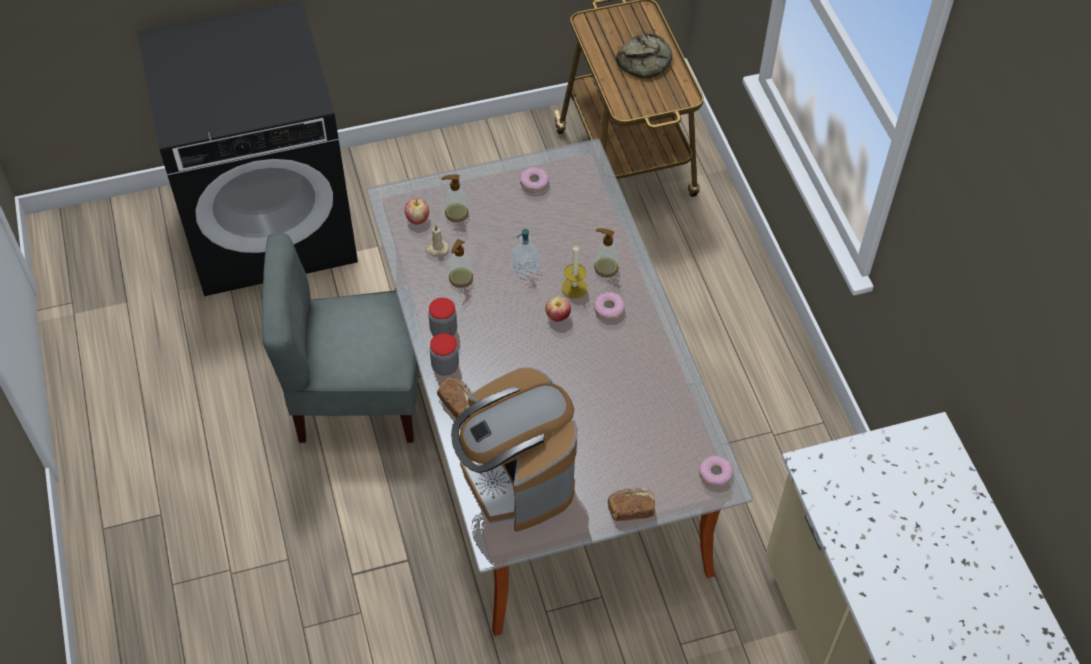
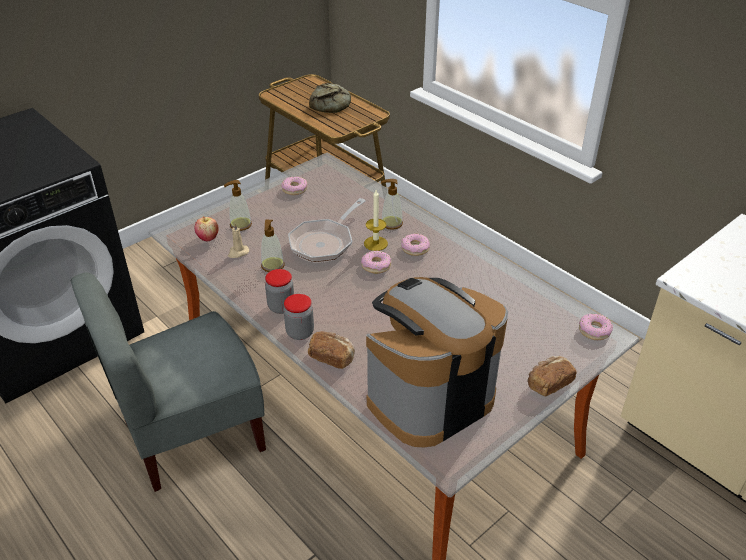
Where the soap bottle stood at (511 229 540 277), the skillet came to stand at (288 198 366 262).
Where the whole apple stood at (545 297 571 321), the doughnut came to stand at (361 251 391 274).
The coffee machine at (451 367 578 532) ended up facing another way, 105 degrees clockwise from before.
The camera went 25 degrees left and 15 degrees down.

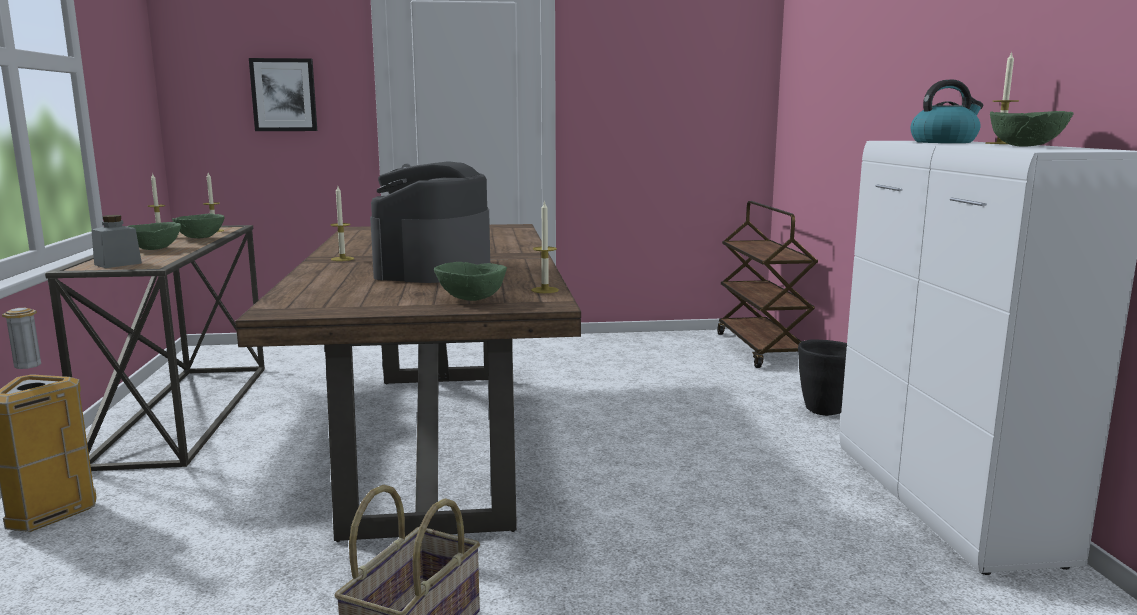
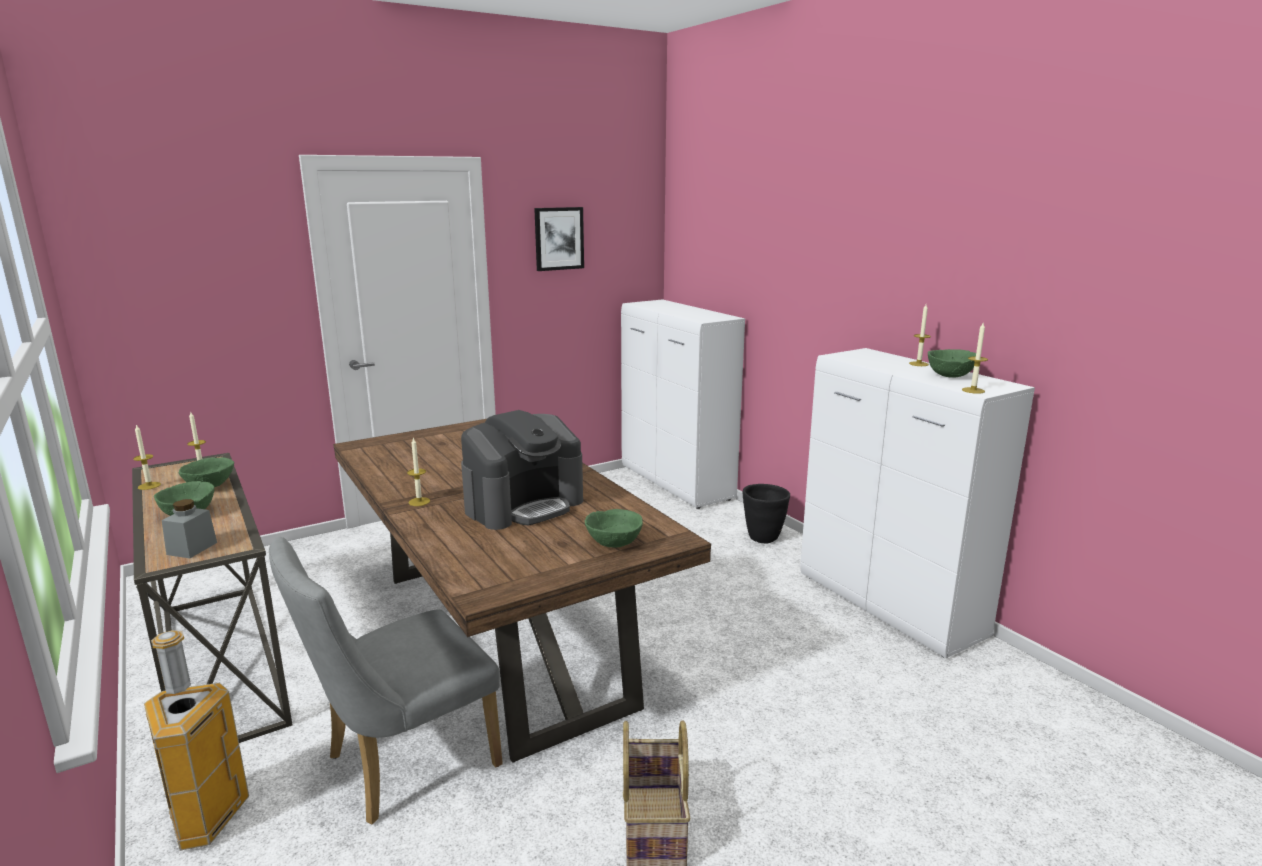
The picture ended up elsewhere, having gone from (249 58 317 131) to (534 207 584 271).
The second view lost the water kettle at (911 79 983 143).
The coffee machine at (370 161 490 283) ended up facing another way, 120 degrees counterclockwise from before.
The candle ended up elsewhere, having gone from (531 200 559 293) to (962 323 988 394).
Where the cart in brown-coloured stood at (717 201 818 368), the storage cabinet in white-coloured came to stand at (621 299 745 509).
The second view gained the upright chair in greyish at (269 537 503 824).
The camera went 25 degrees left and 5 degrees up.

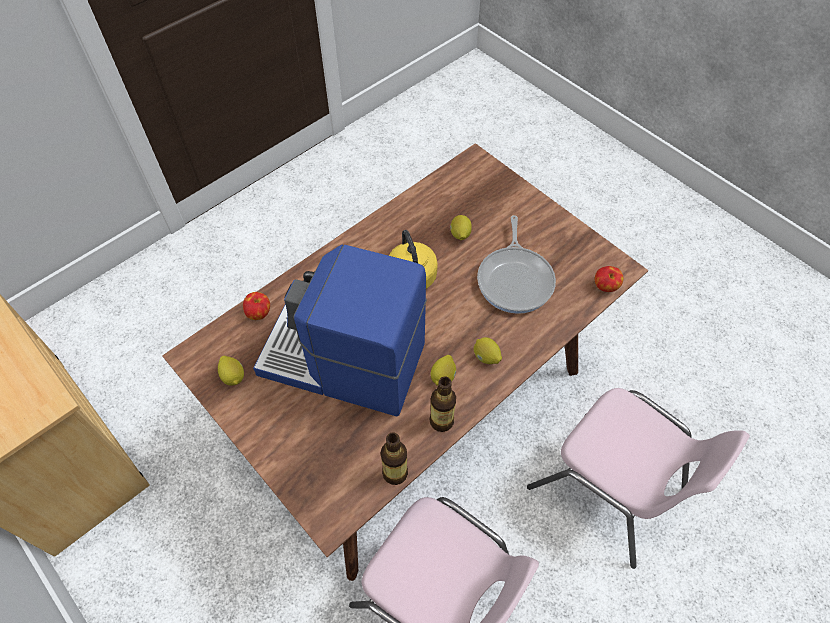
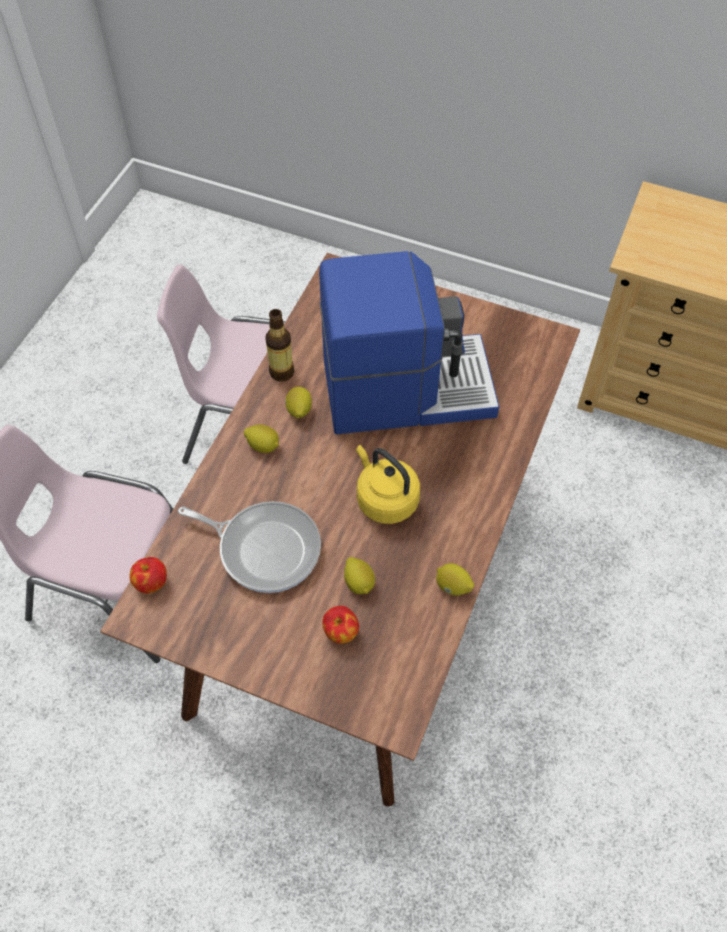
The skillet at (477 215 556 314) ended up facing another way, 135 degrees clockwise from before.
The whole apple ended up elsewhere, having gone from (243 292 270 320) to (322 606 359 644).
The whole lemon ended up elsewhere, having gone from (218 356 244 385) to (436 563 474 595).
The second view lost the bottle at (380 432 408 485).
The camera went 155 degrees right and 0 degrees up.

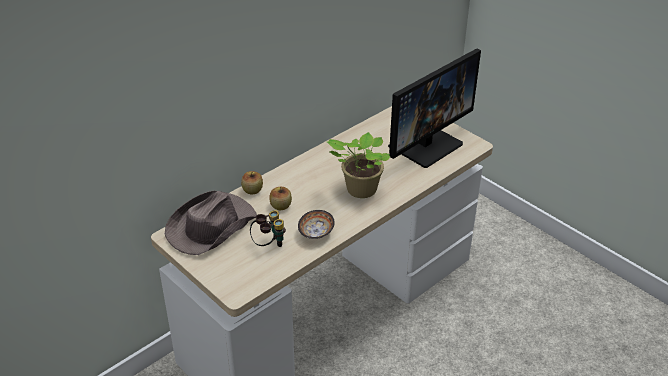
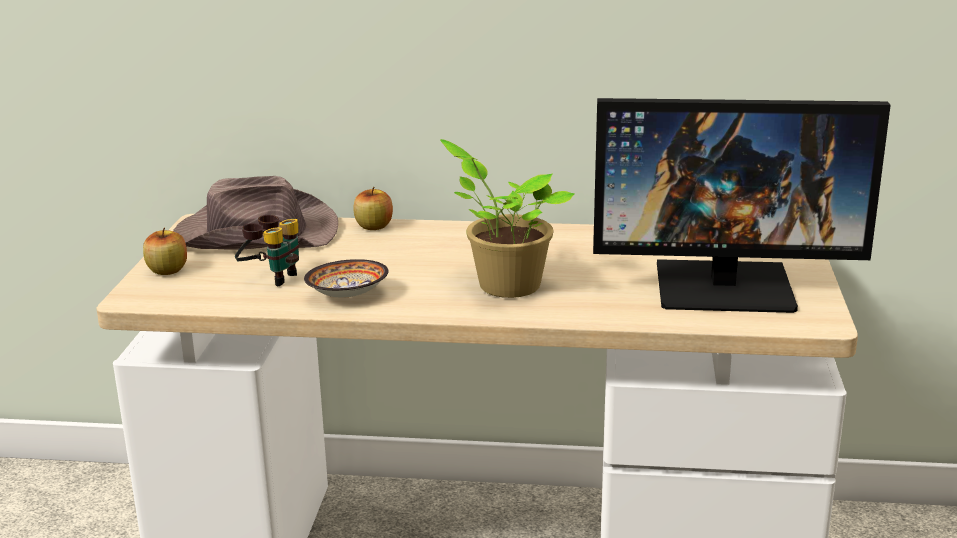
The whole apple ended up elsewhere, having gone from (269 187 292 210) to (143 228 187 275).
The camera went 50 degrees right and 15 degrees down.

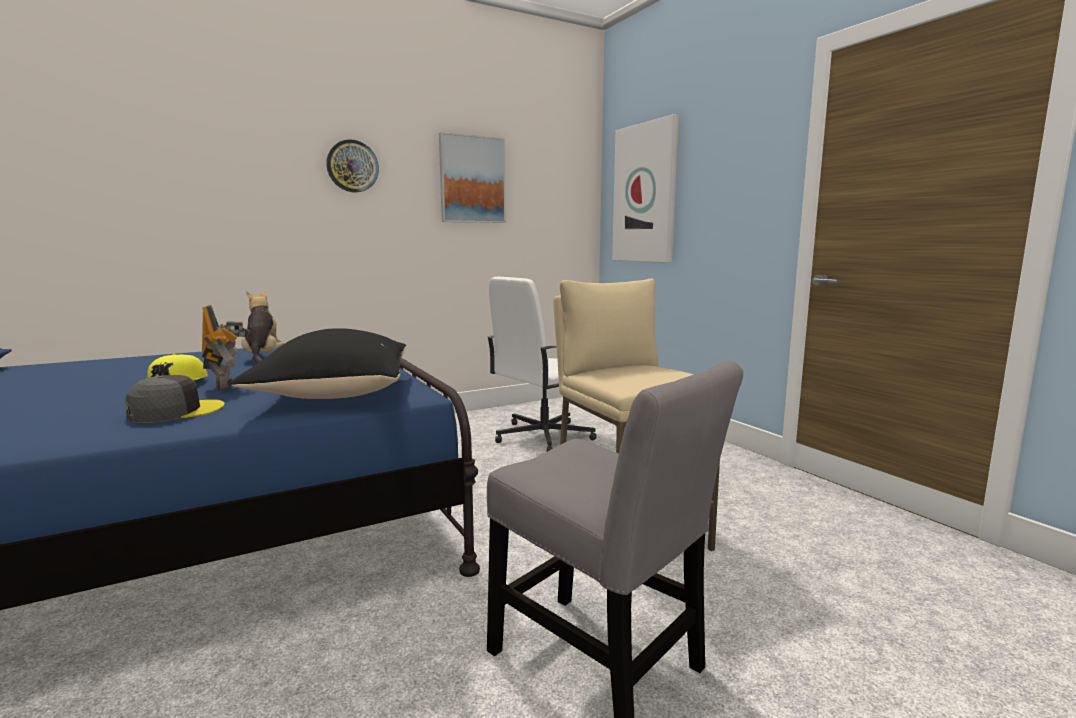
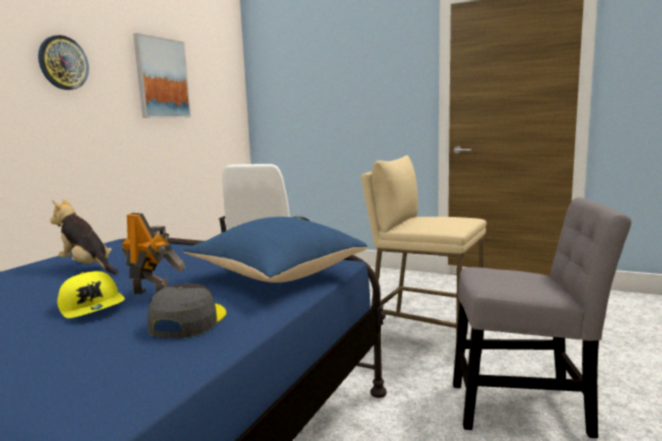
The second view lost the picture at (612 114 679 263).
What was the cushion in black-coloured at (231 328 407 399) turned into the cushion in blue at (183 217 368 283).
The camera went 35 degrees left and 0 degrees up.

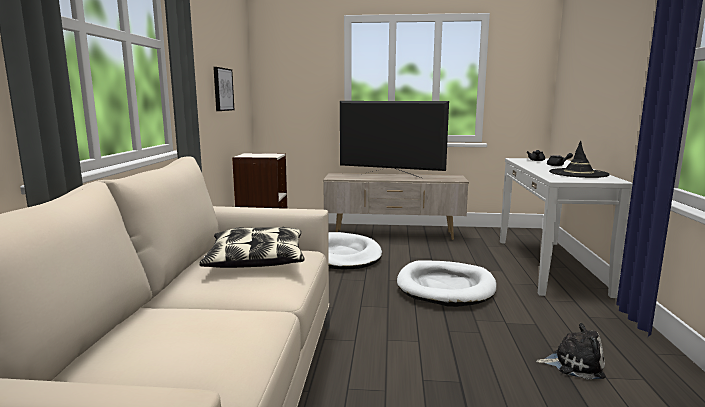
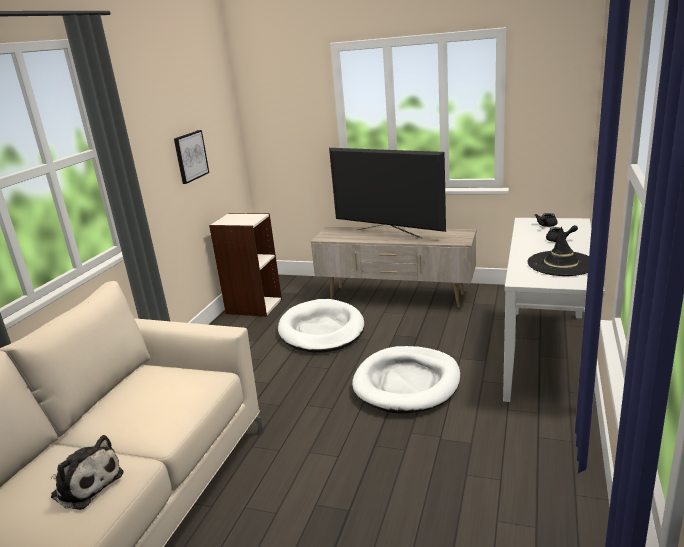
The second view lost the cushion at (199 227 304 268).
The soft toy ended up elsewhere, having gone from (536 323 606 379) to (50 435 123 510).
The camera went 15 degrees right and 10 degrees up.

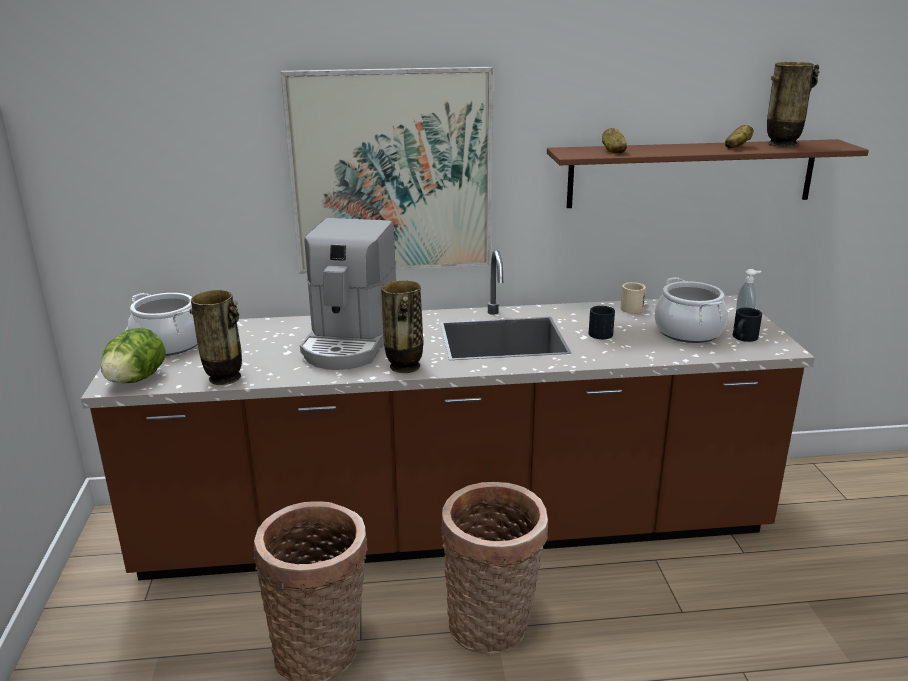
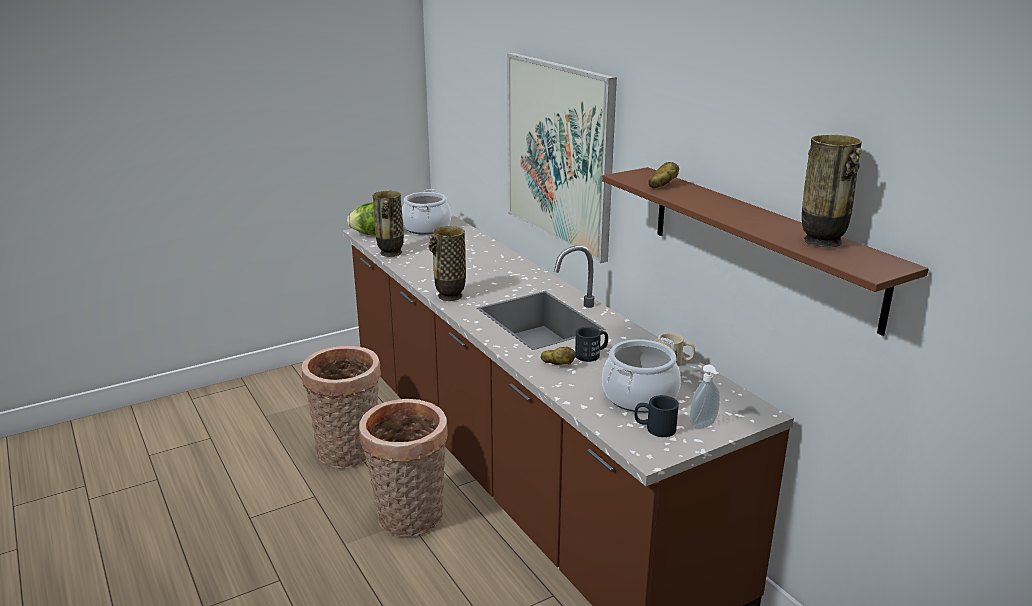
The whole potato ended up elsewhere, having gone from (725 125 754 149) to (541 347 576 365).
The second view lost the coffee machine at (300 218 396 370).
The camera went 65 degrees right and 0 degrees up.

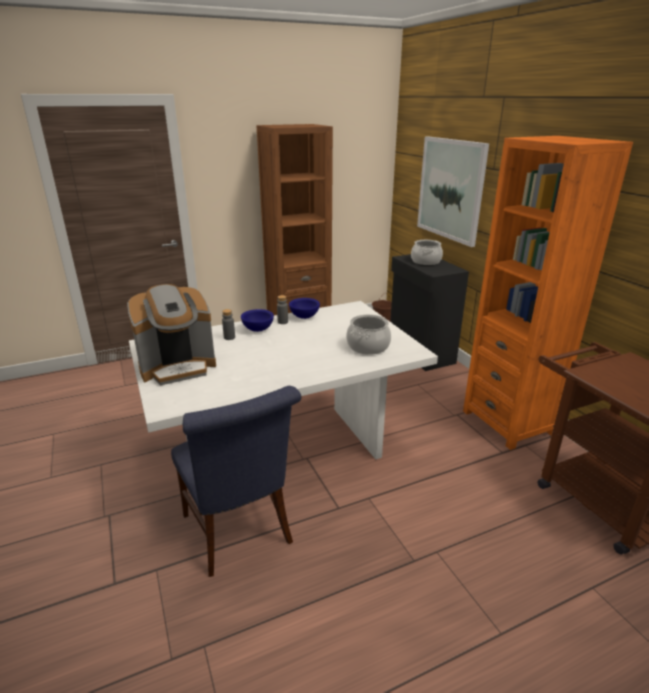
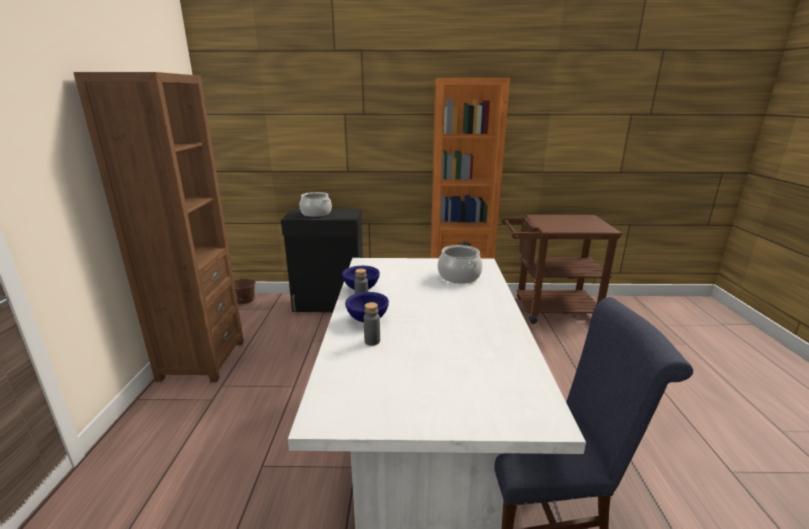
The second view lost the picture at (417 136 489 247).
The second view lost the coffee machine at (127 284 216 385).
The camera went 65 degrees left and 5 degrees down.

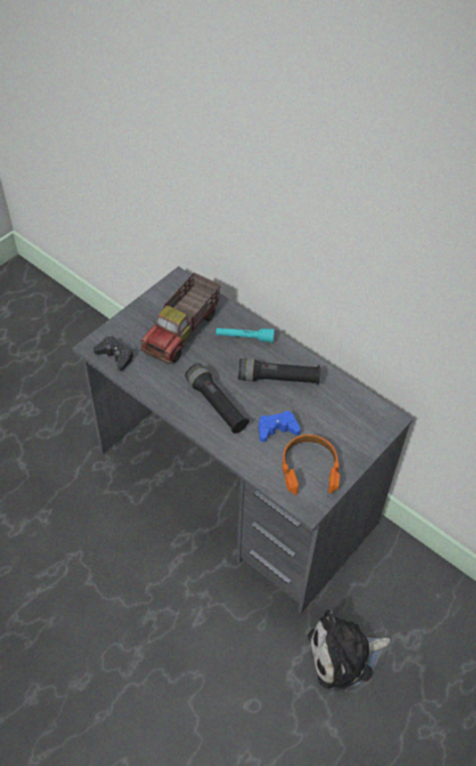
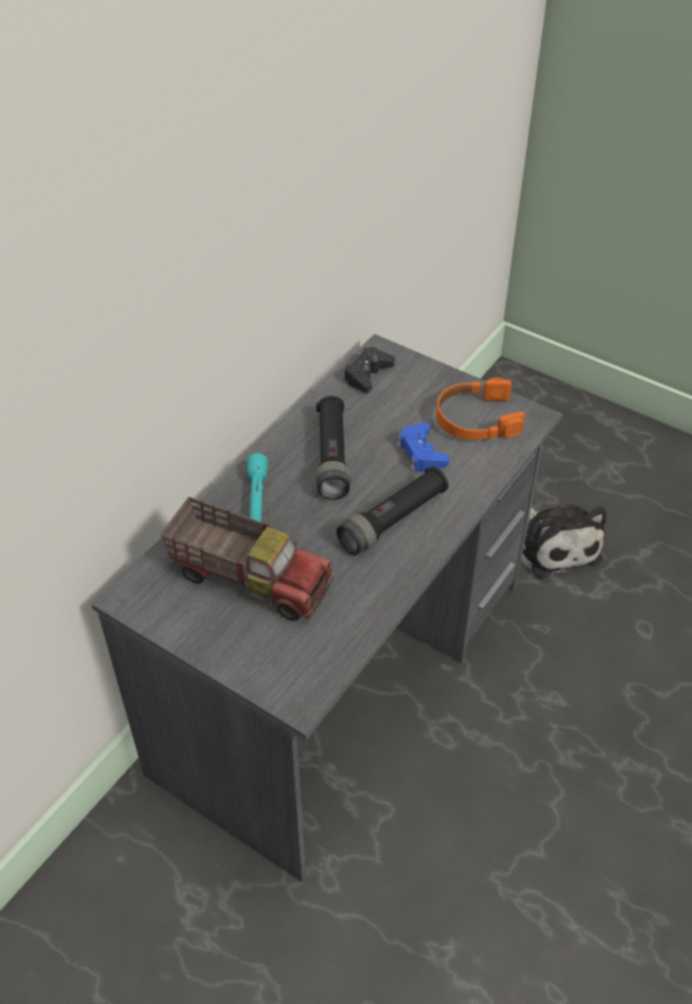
The game controller in black-coloured ended up elsewhere, having gone from (93 336 134 371) to (344 347 395 393).
The camera went 95 degrees left and 5 degrees down.

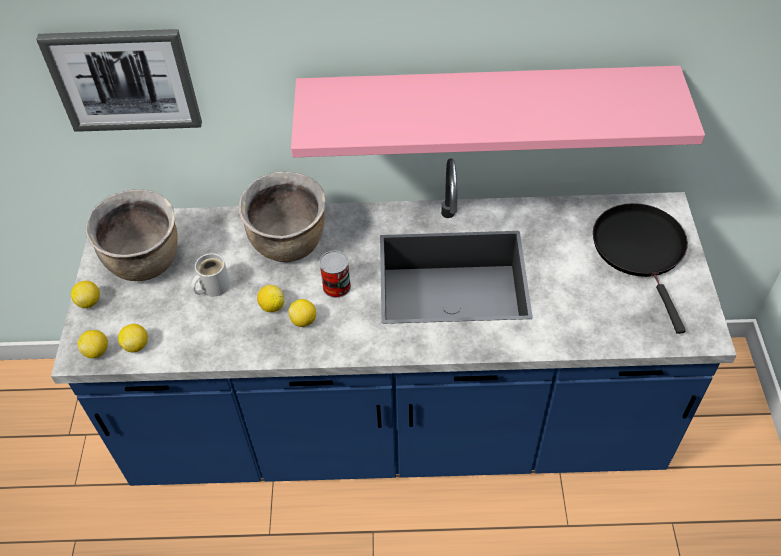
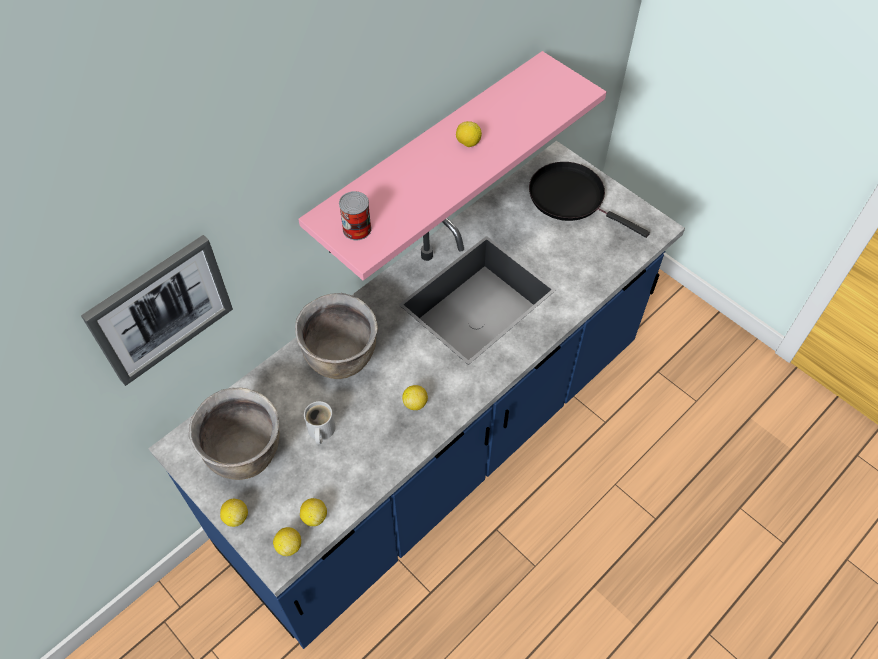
The metal can ended up elsewhere, having gone from (319 251 351 298) to (339 191 372 241).
The whole lemon ended up elsewhere, having gone from (257 285 285 312) to (456 121 482 147).
The camera went 45 degrees left and 5 degrees up.

